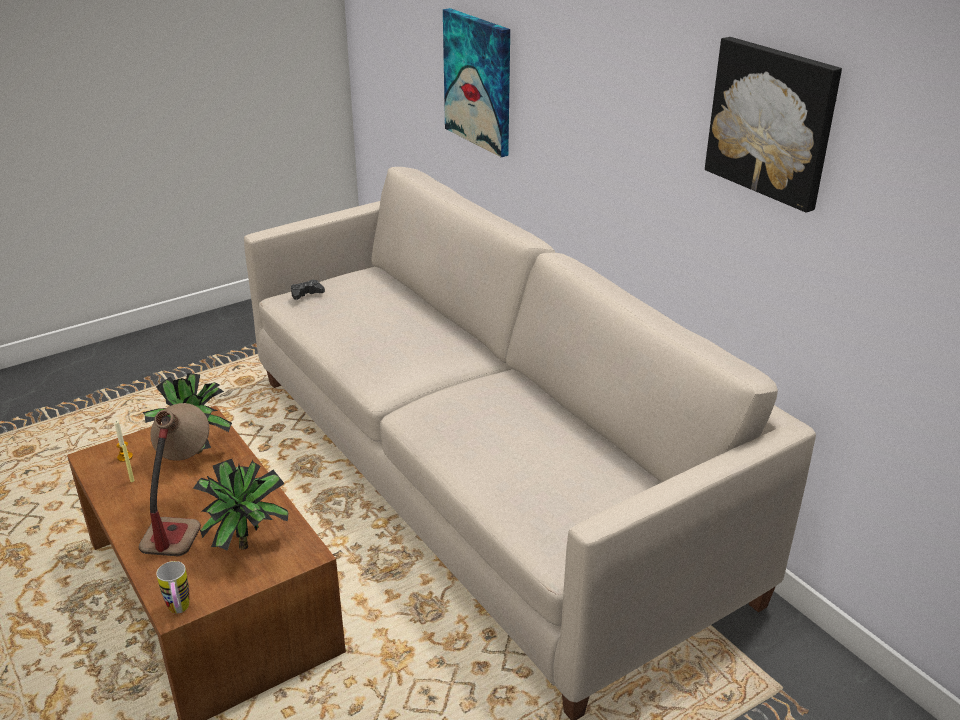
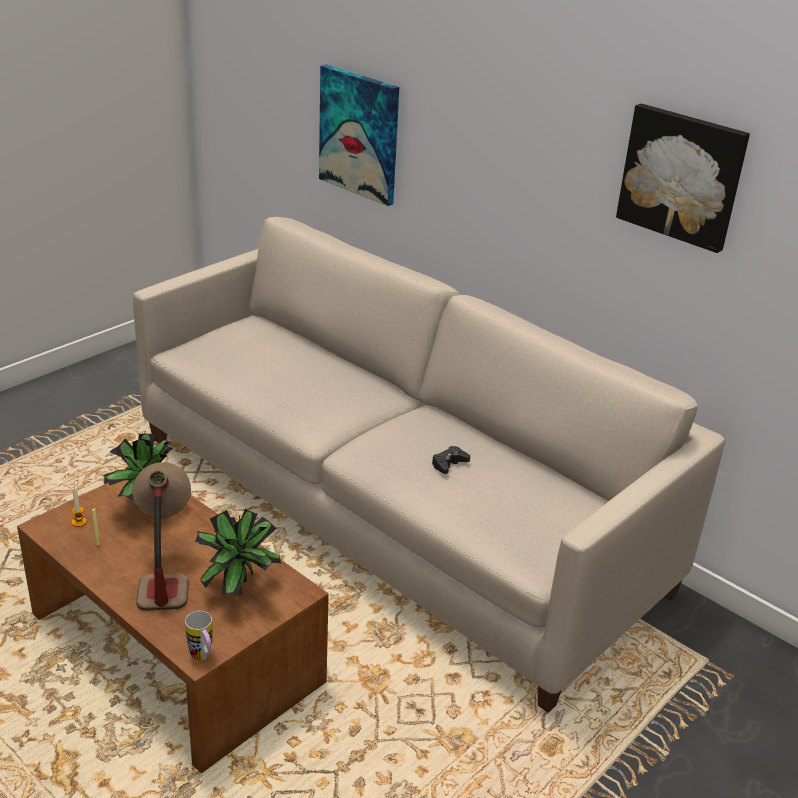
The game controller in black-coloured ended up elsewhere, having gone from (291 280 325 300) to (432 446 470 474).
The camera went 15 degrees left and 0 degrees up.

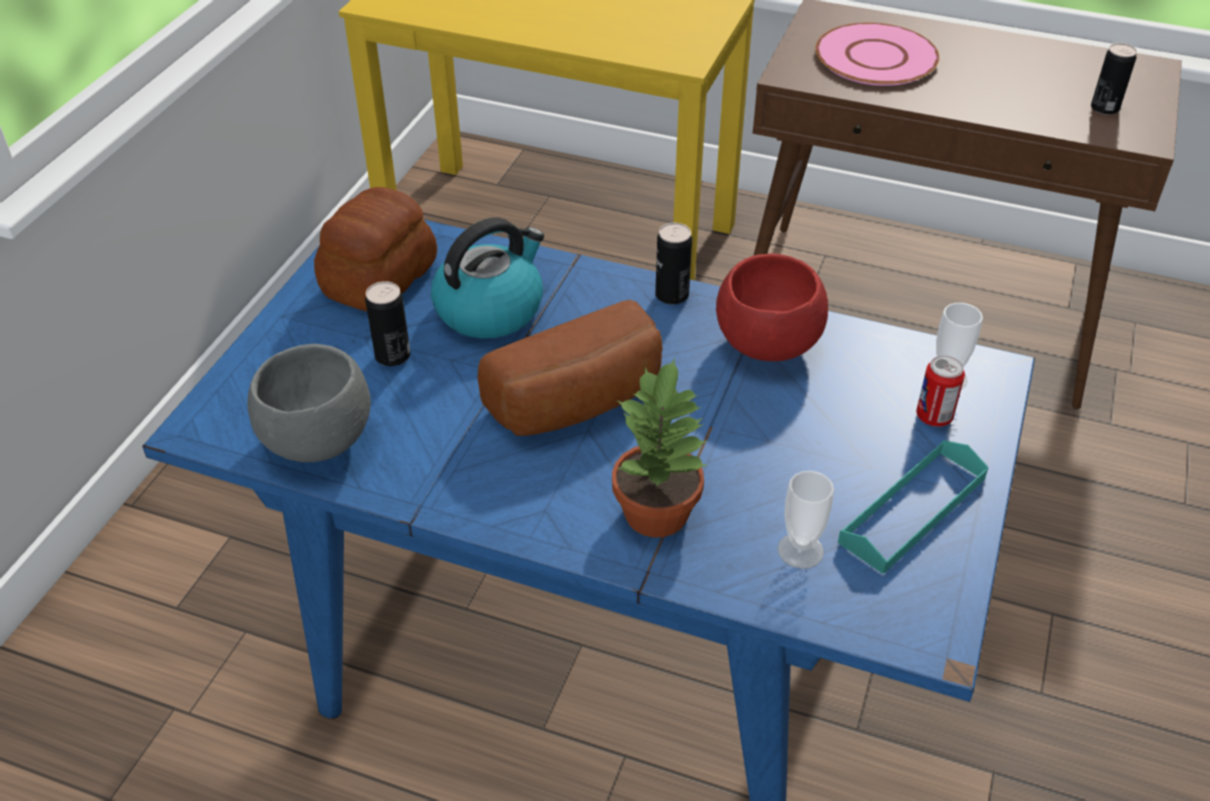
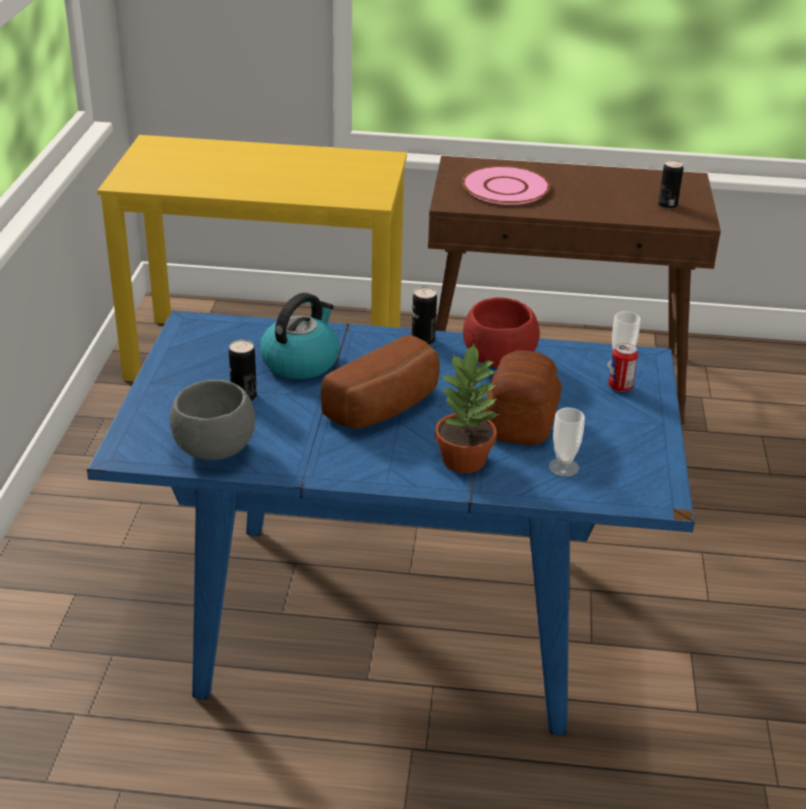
The baked bread ended up elsewhere, having gone from (314 187 437 311) to (483 350 562 445).
The second view lost the tray in turquoise at (838 440 989 574).
The camera went 15 degrees left and 10 degrees down.

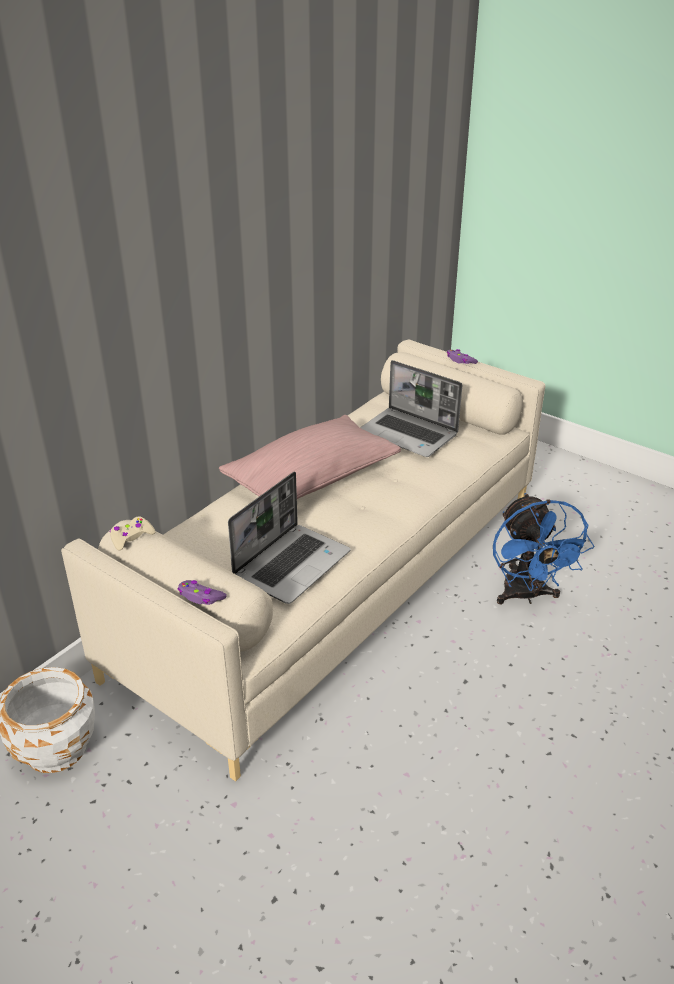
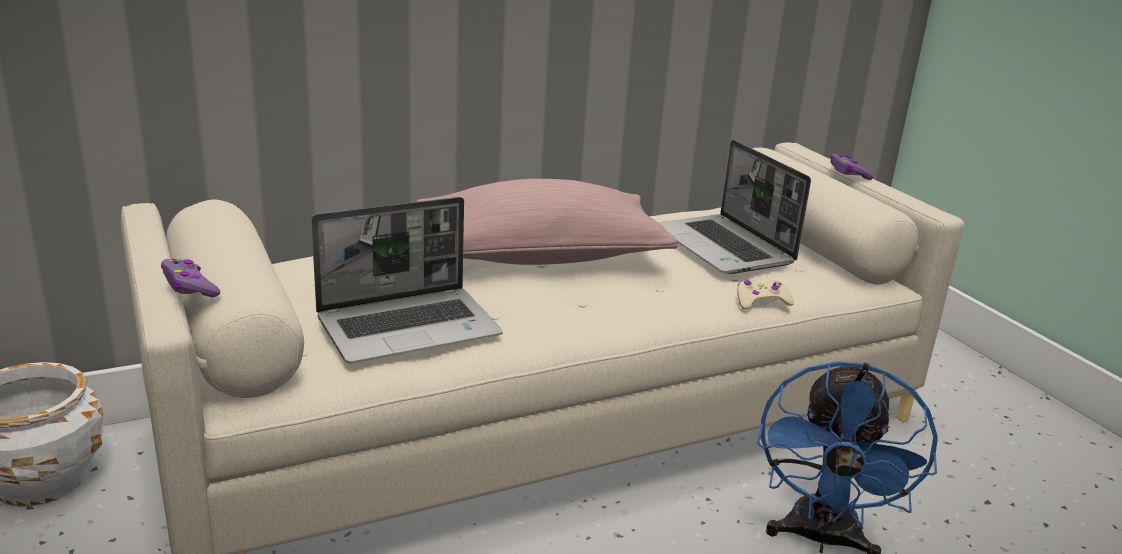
The game controller in beige ended up elsewhere, having gone from (110 516 156 551) to (737 280 794 309).
The camera went 25 degrees right and 10 degrees down.

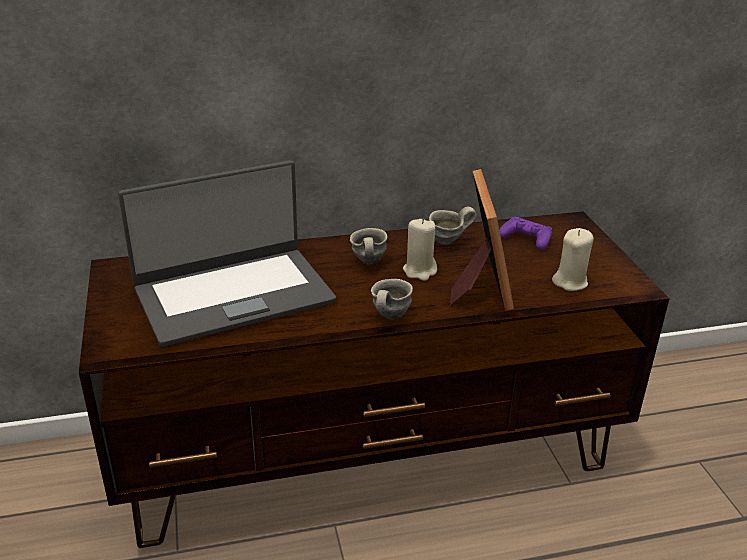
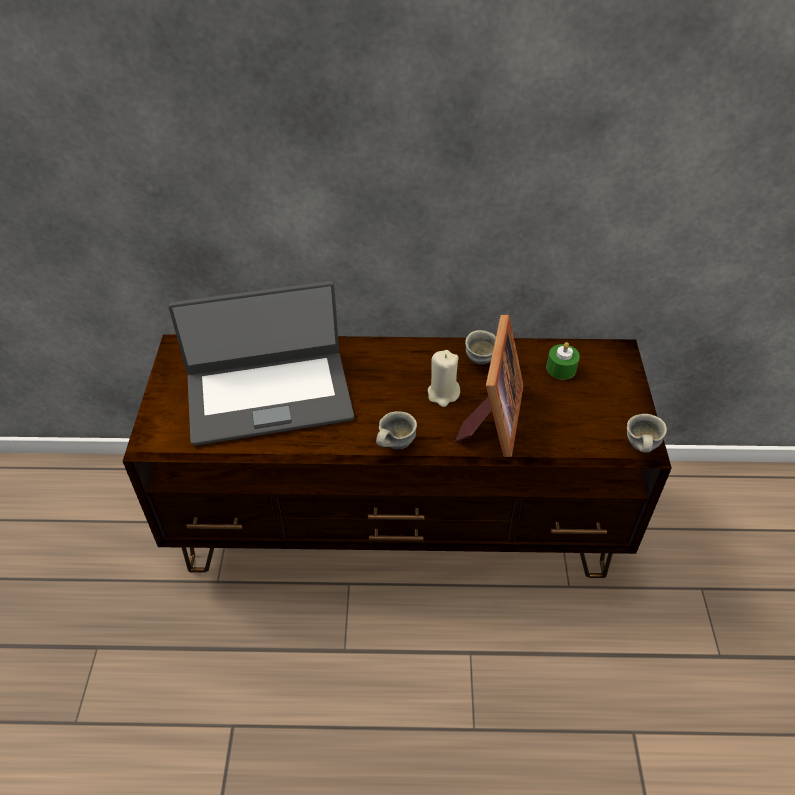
Where the game controller in purplish stood at (499 217 552 250), the candle in green-coloured came to stand at (546 342 580 380).
The coffee mug in greyish ended up elsewhere, having gone from (350 228 387 264) to (627 414 667 453).
The second view lost the candle in beige at (552 228 594 291).
The camera went 15 degrees right and 15 degrees up.

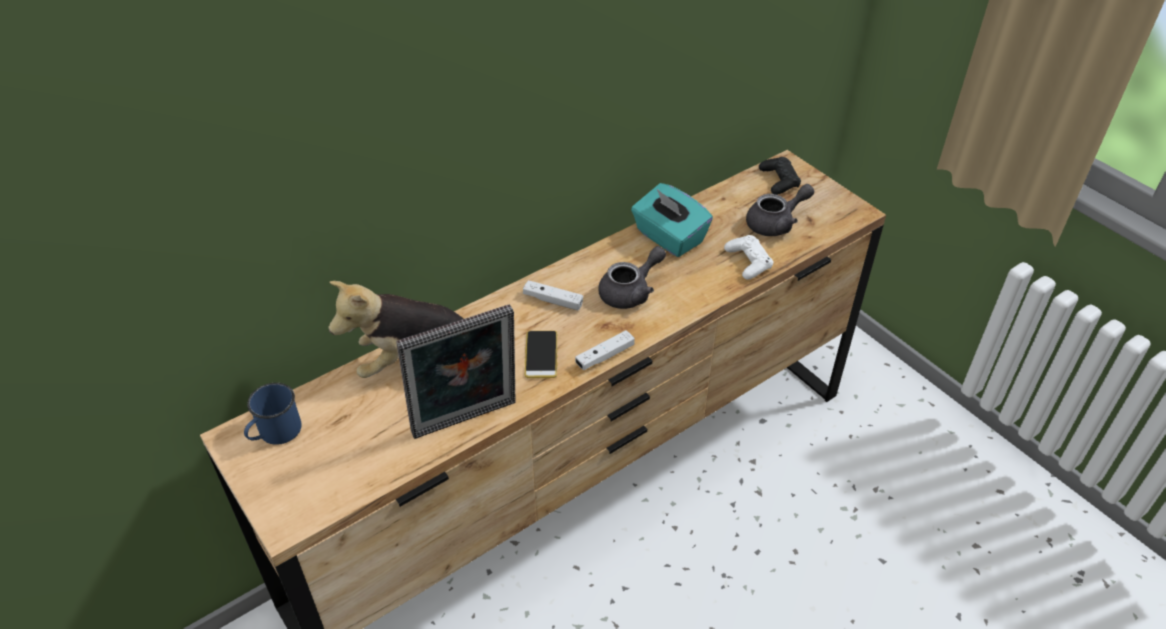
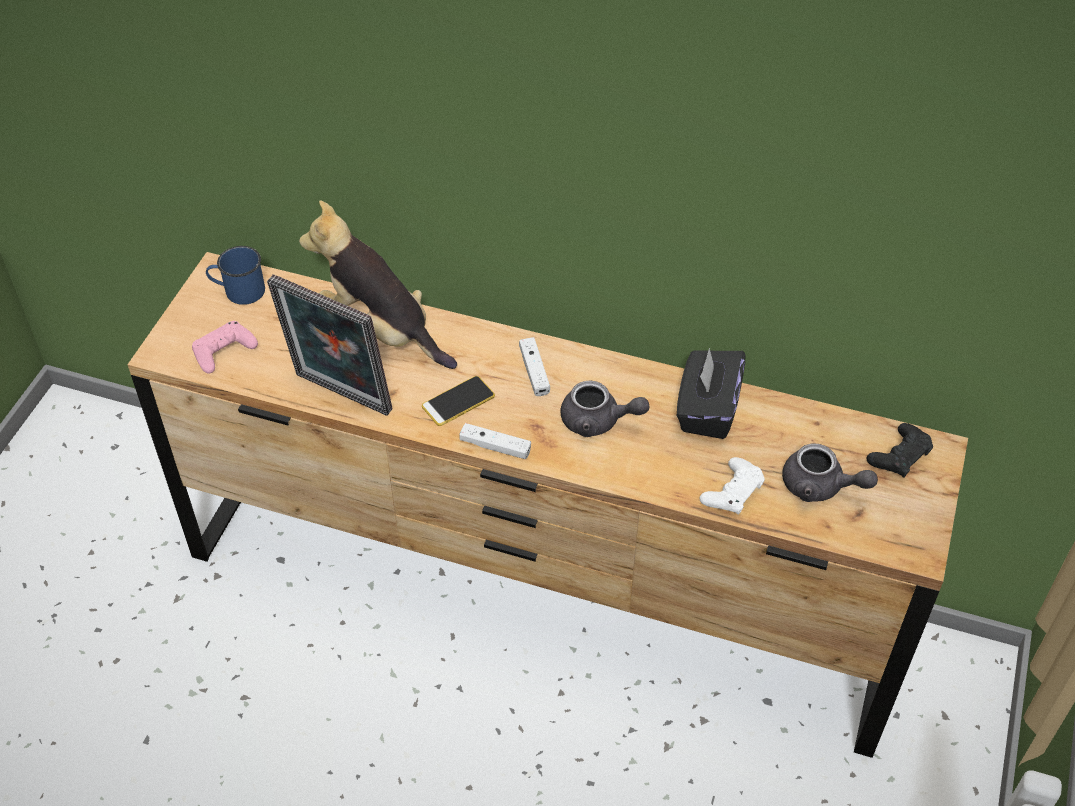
What was the box of tissues in turquoise at (631 183 713 257) turned into the box of tissues in black-coloured at (677 348 745 439).
The second view gained the game controller in pink-coloured at (192 321 258 374).
The camera went 55 degrees right and 5 degrees up.

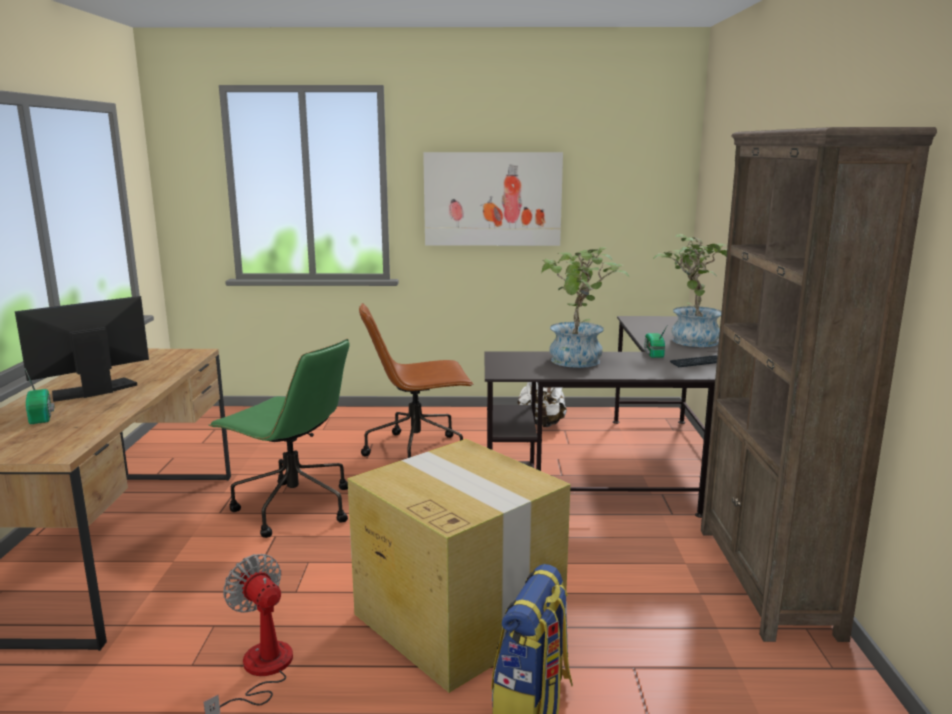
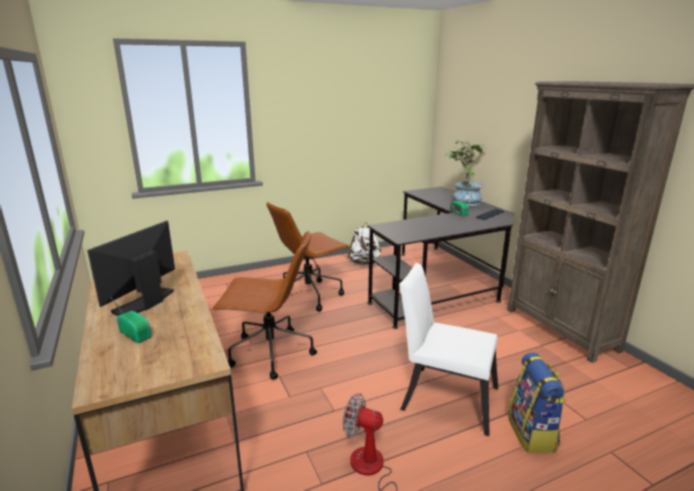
The second view lost the picture at (423 152 563 246).
The second view lost the plant in a pot at (541 247 629 368).
What was the computer chair in green-coloured at (209 339 349 538) turned into the computer chair in brown-coloured at (212 231 317 380).
Where the carton stood at (347 439 571 693), the upright chair in white-coloured came to stand at (400 263 498 436).
The camera went 25 degrees left and 5 degrees up.

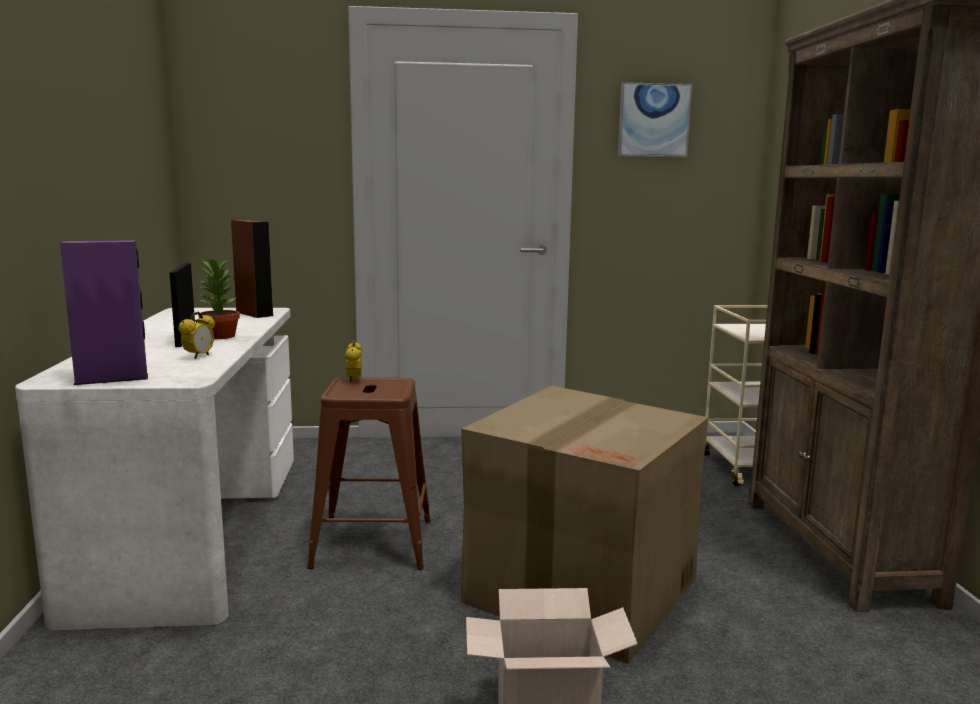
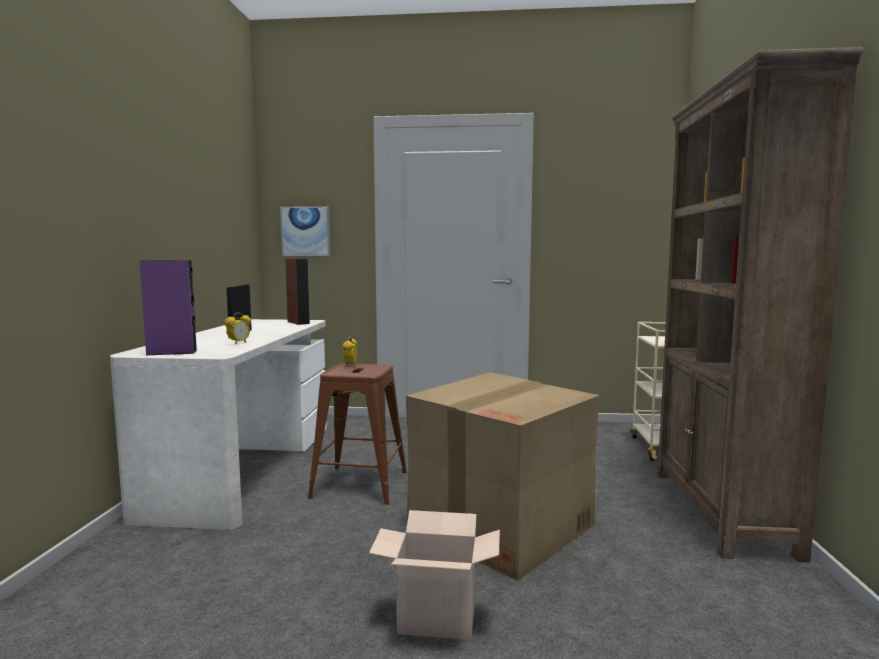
The picture ended up elsewhere, having gone from (618 82 692 157) to (280 206 330 256).
The second view lost the plant in a pot at (198 258 240 339).
The camera went 10 degrees right and 5 degrees down.

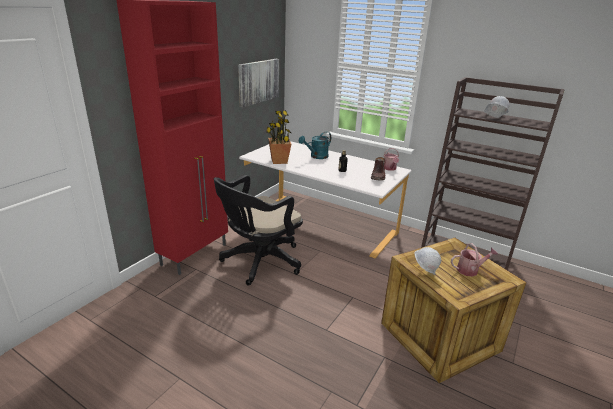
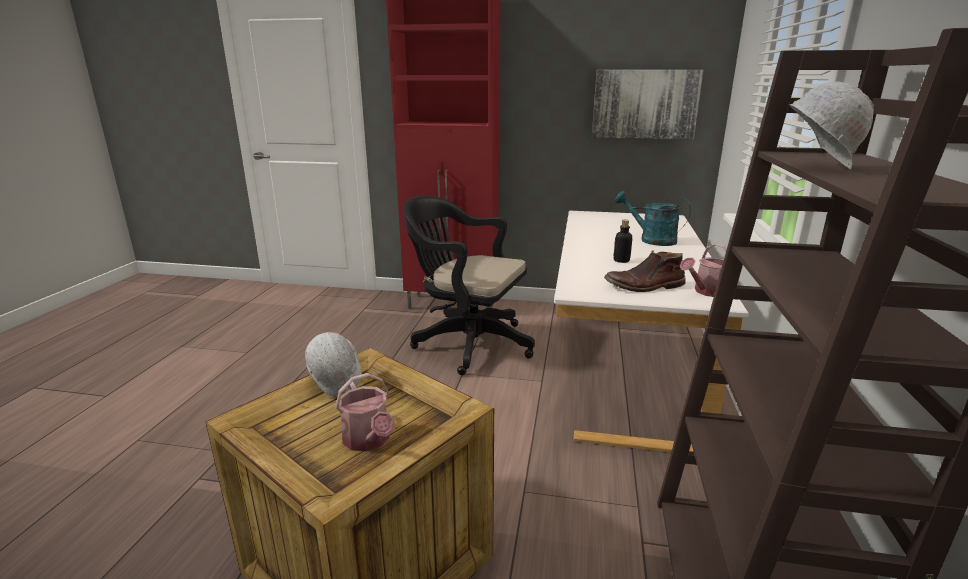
The second view lost the plant in a pot at (266 110 291 164).
The camera went 70 degrees right and 5 degrees down.

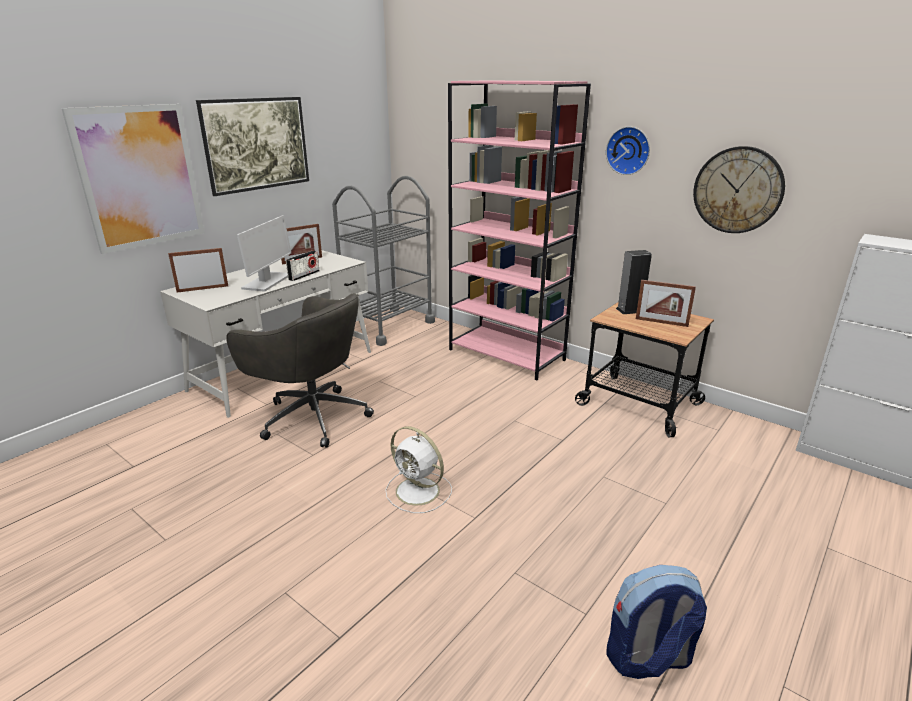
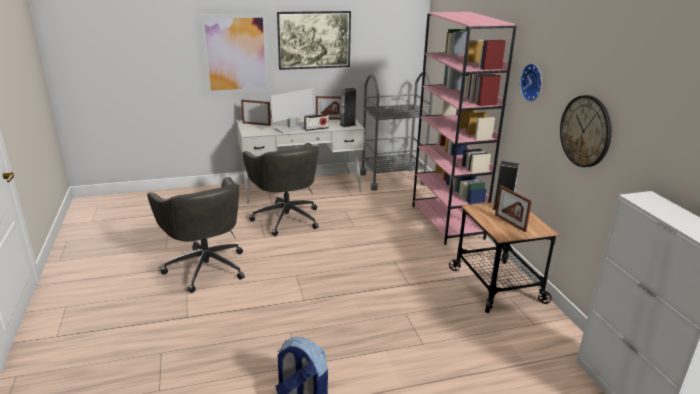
The second view lost the fan in white-coloured at (385 426 452 513).
The second view gained the speaker at (340 88 356 127).
The second view gained the computer chair in greyish at (147 177 245 293).
The camera went 35 degrees right and 0 degrees up.

